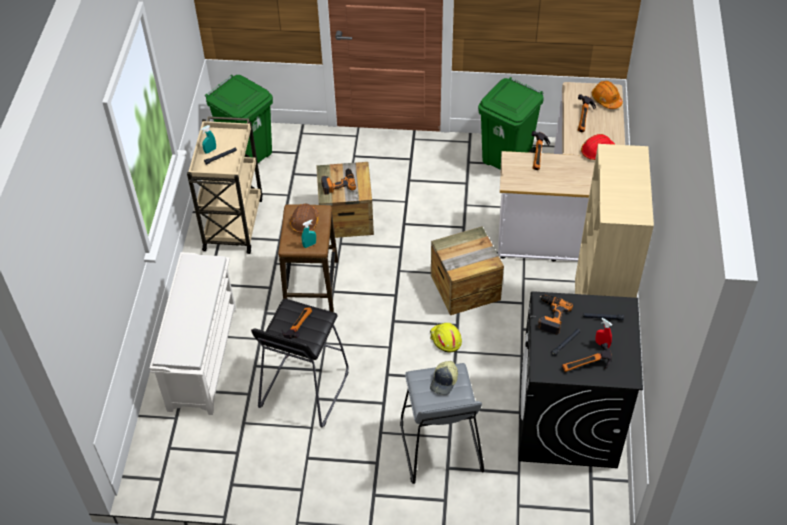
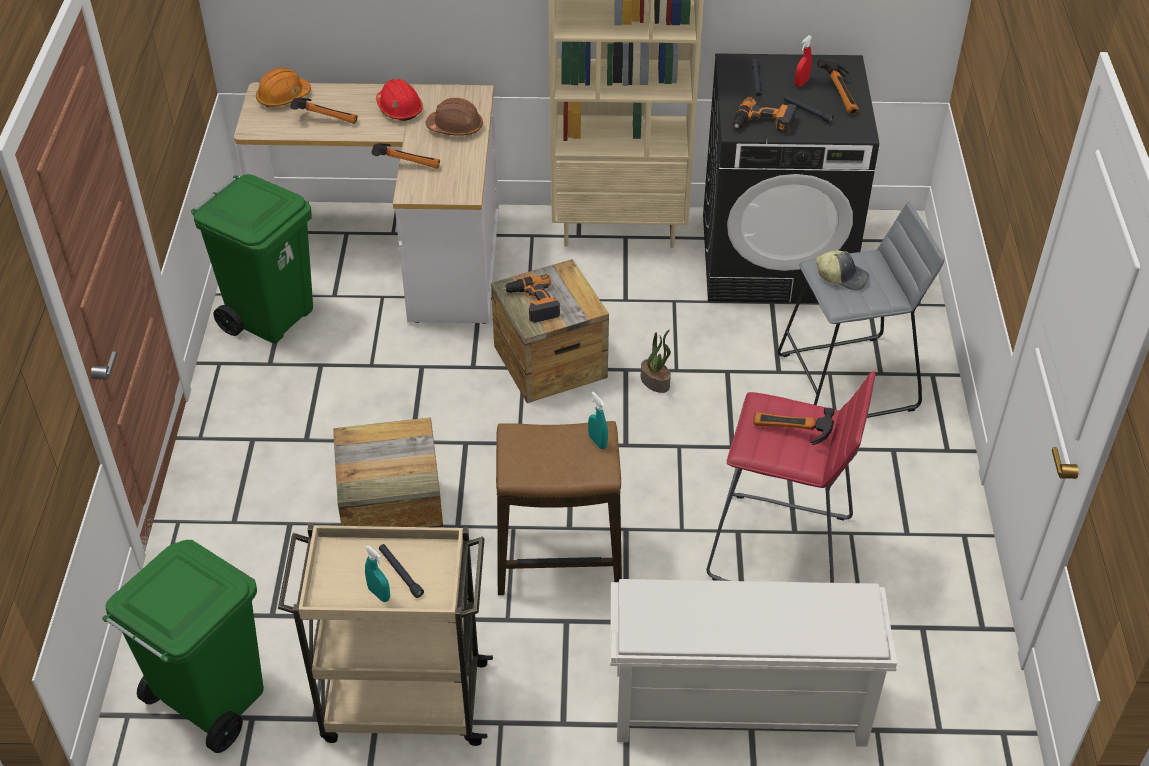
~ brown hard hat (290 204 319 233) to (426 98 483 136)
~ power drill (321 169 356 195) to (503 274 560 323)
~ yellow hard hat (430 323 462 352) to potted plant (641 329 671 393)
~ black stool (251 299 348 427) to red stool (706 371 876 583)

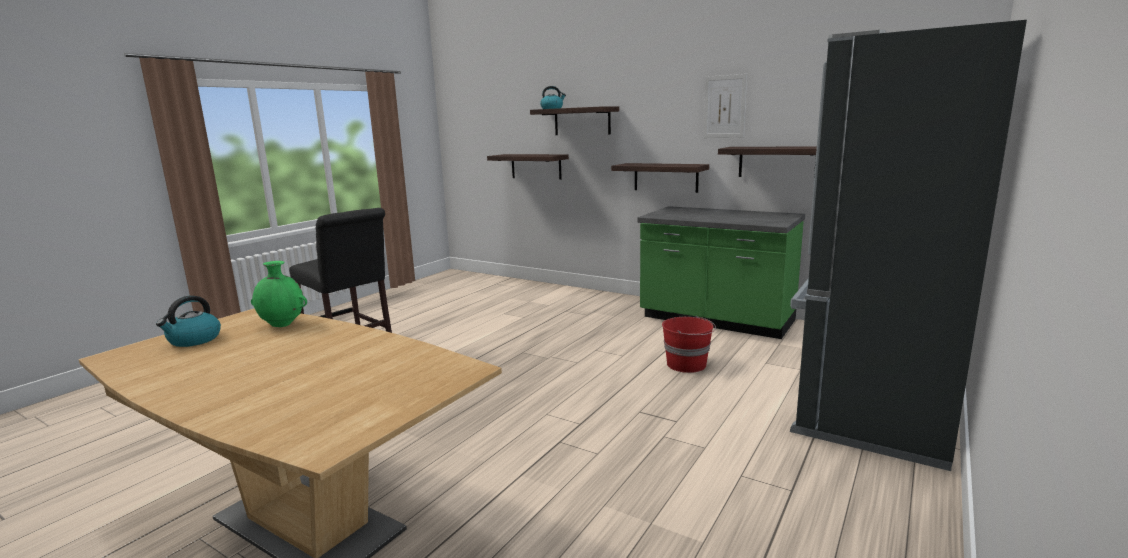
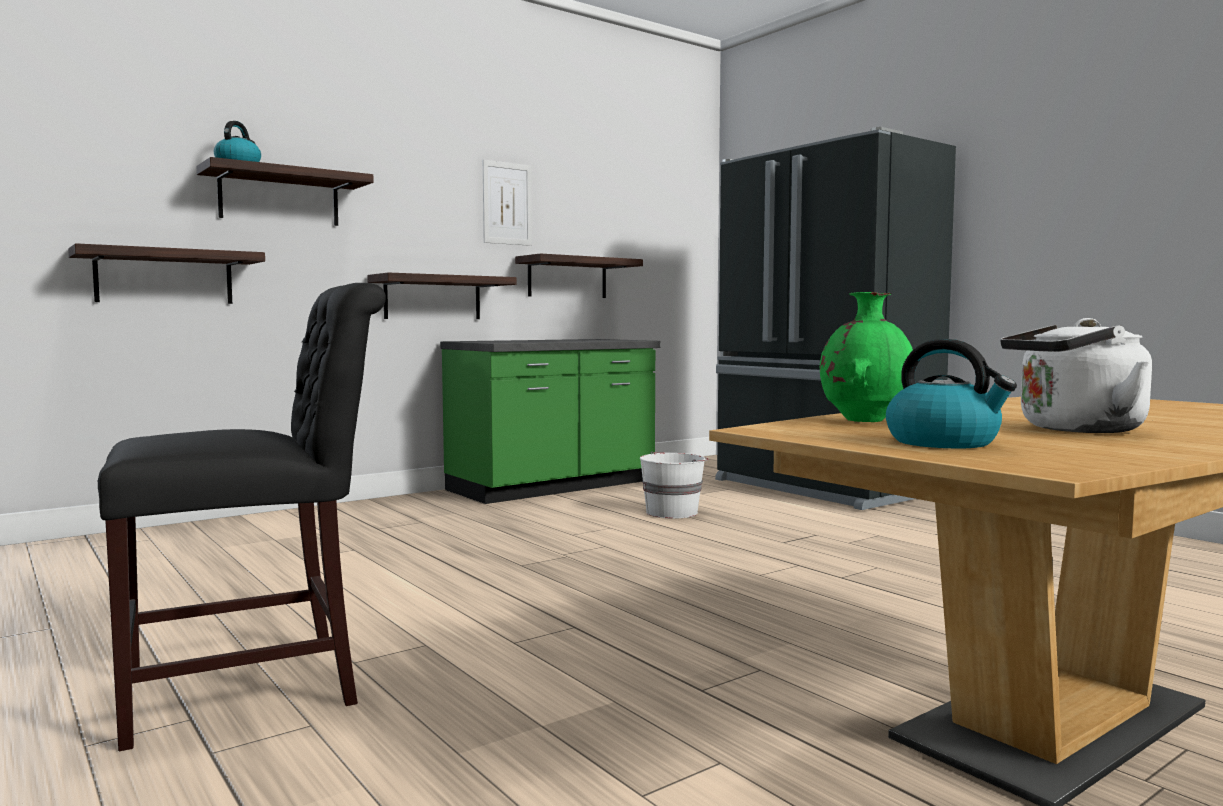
+ white kettle (1000 318 1152 433)
~ red bucket (662 316 716 373) to white bucket (640 452 709 519)

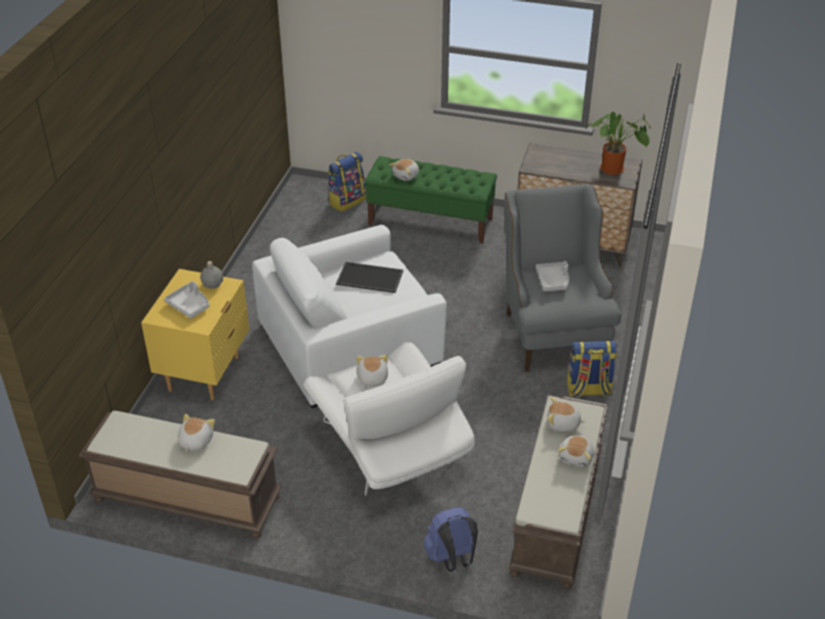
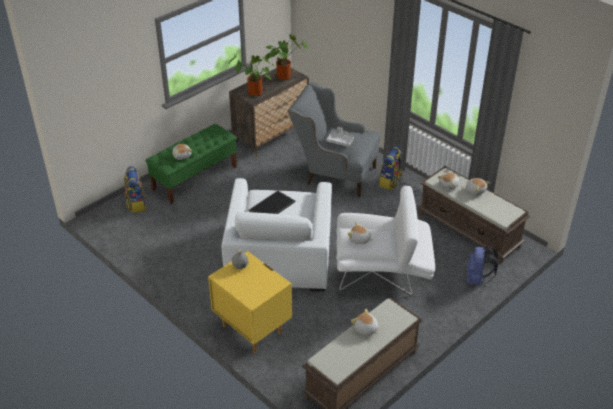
- grey tray (164 281 210 318)
+ potted plant (229 53 275 96)

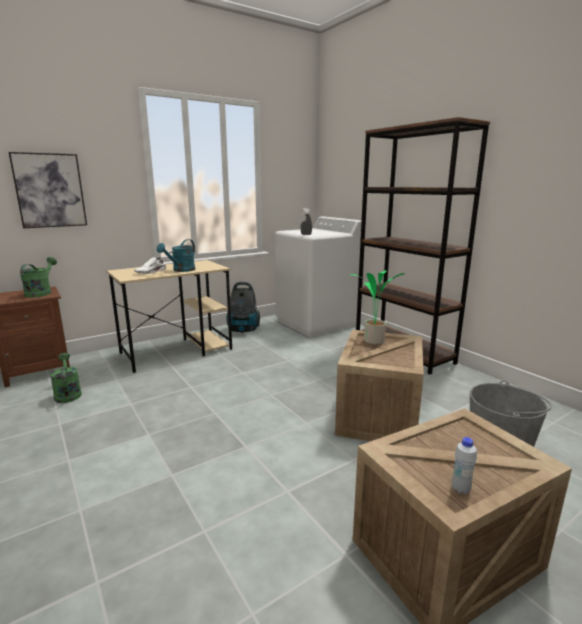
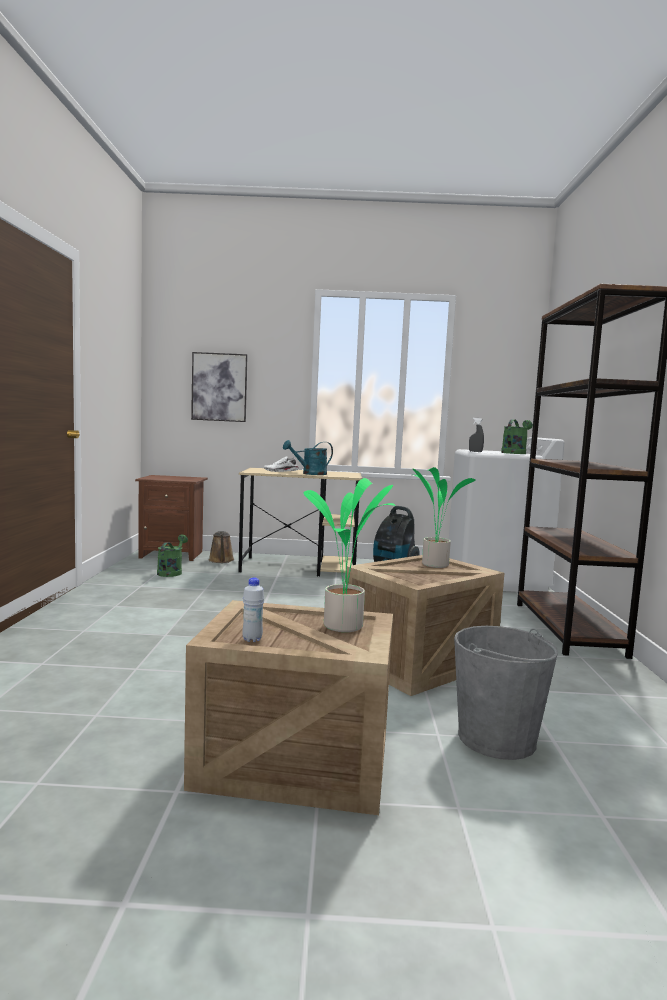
+ brown watering can (209 531 234 563)
+ potted plant (303 478 396 632)
~ green watering can (20 257 57 298) to (501 419 533 454)

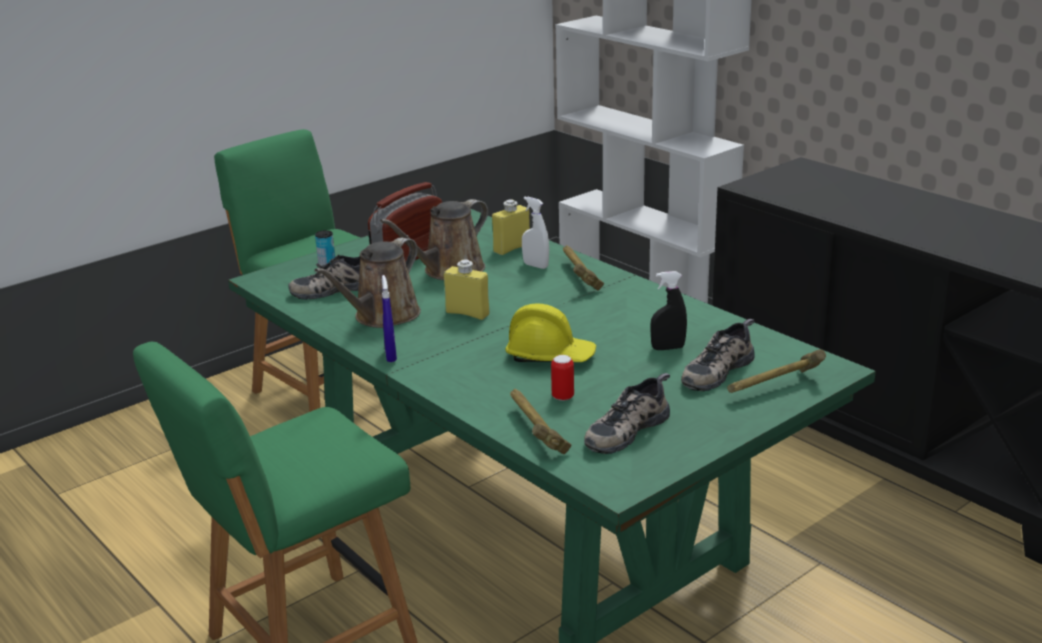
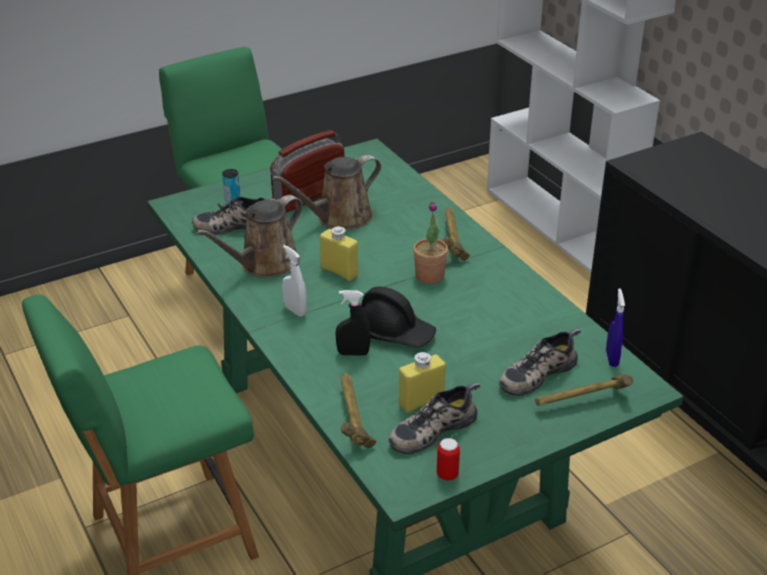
+ potted plant (413 201 448 284)
~ blue spray bottle (382 275 397 362) to (606 289 625 367)
~ yellow bottle (492 199 530 255) to (399 352 446 413)
~ white spray bottle (522 197 549 269) to (282 245 307 317)
~ can (551 355 574 401) to (437 438 460 481)
~ black spray bottle (650 271 687 350) to (335 290 370 356)
~ yellow hard hat (505 303 596 362) to black hard hat (361 287 437 348)

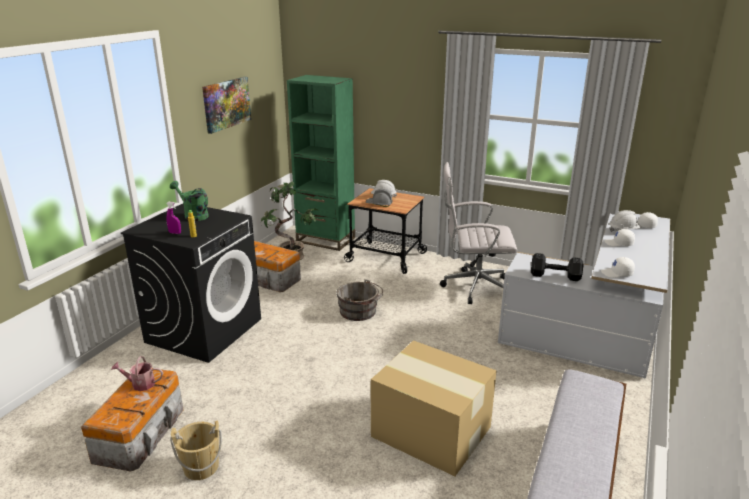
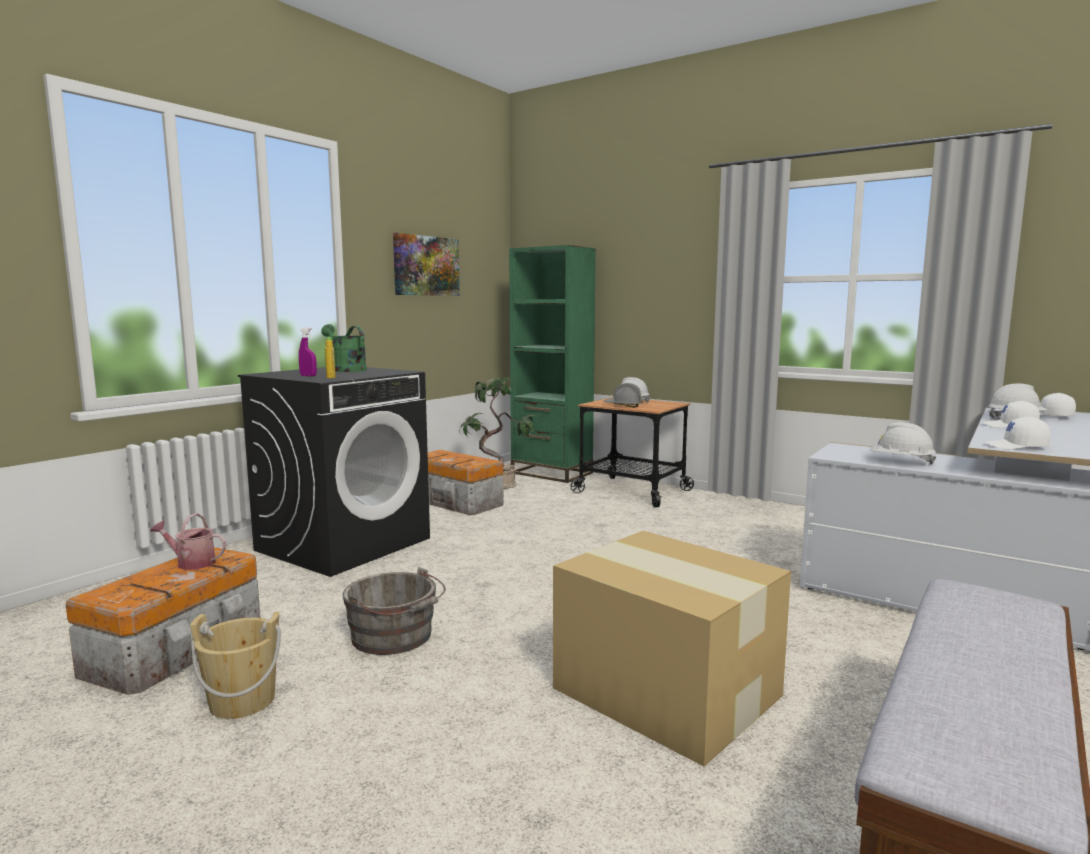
- white office chair (440 162 517 304)
~ grey bucket (337 279 383 321) to (343 567 446 655)
~ black dumbbell (531 253 583 281) to white hard hat (870 422 936 465)

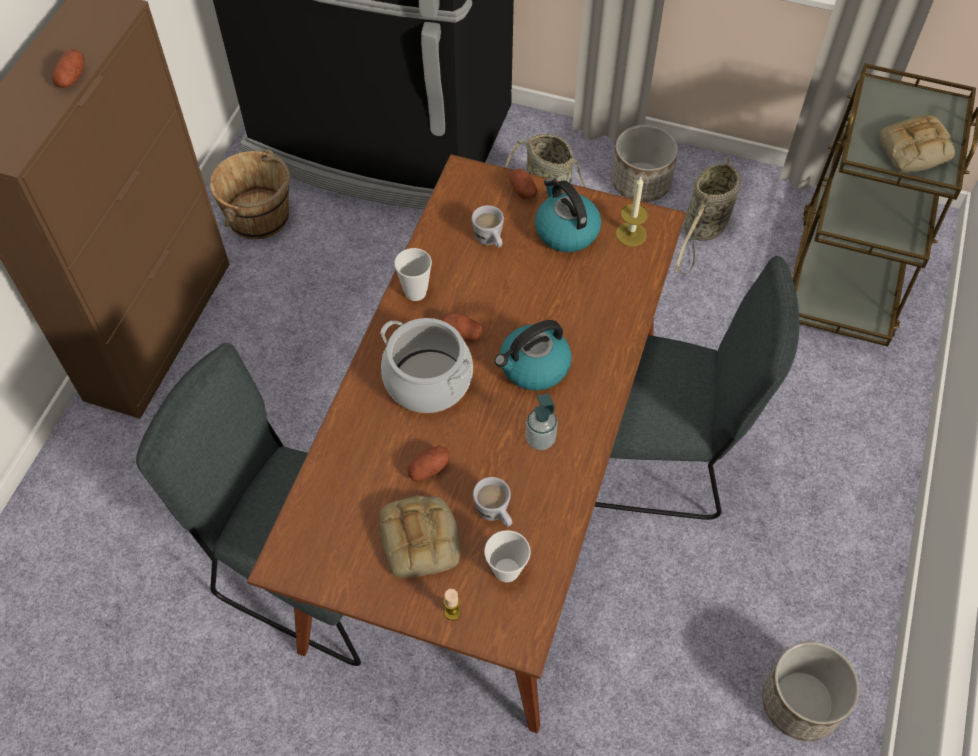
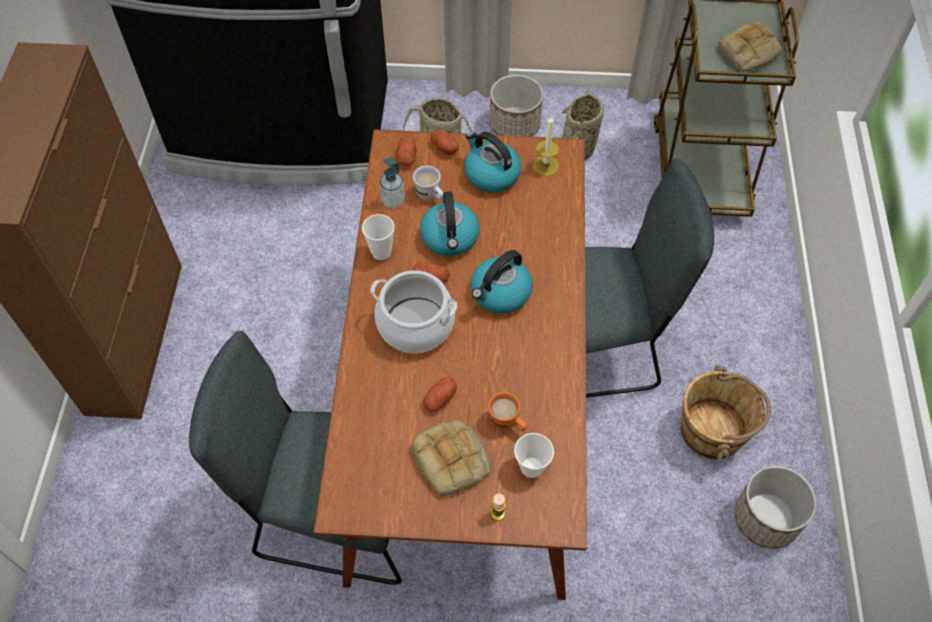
+ kettle (420 192 480 256)
~ potato (52 49 85 88) to (397 135 416 166)
~ brown bucket (210 149 291 239) to (681 365 771 462)
~ soap dispenser (525 394 558 450) to (380 157 405 208)
~ white mug (473 477 512 527) to orange mug (488 392 527 431)

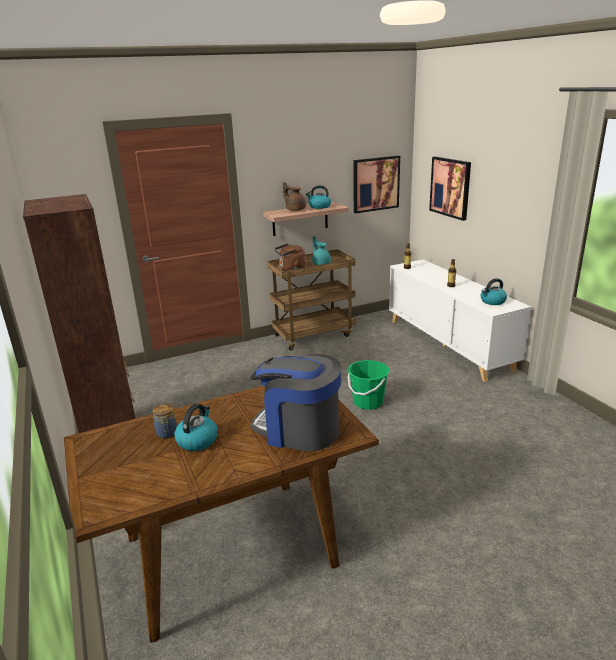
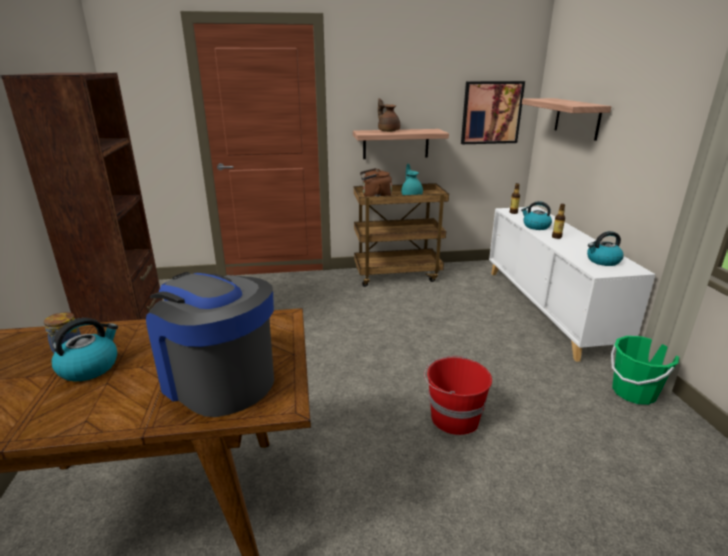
+ red bucket (424 356 492 435)
~ kettle (306 185 331 209) to (521 201 552 230)
~ green bucket (348 360 390 410) to (611 336 679 405)
~ picture (429 157 471 221) to shelf (522 98 612 141)

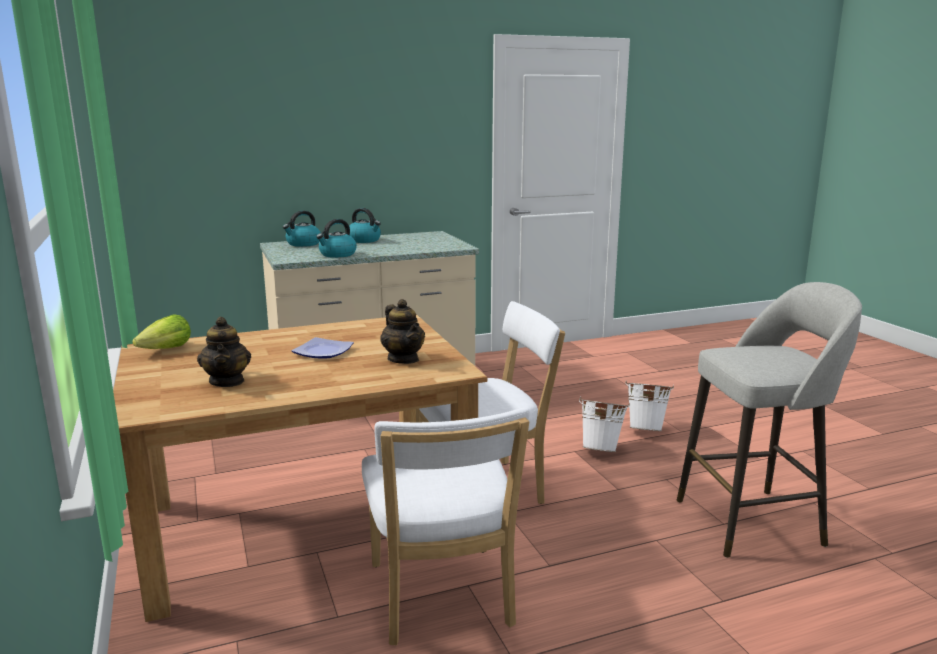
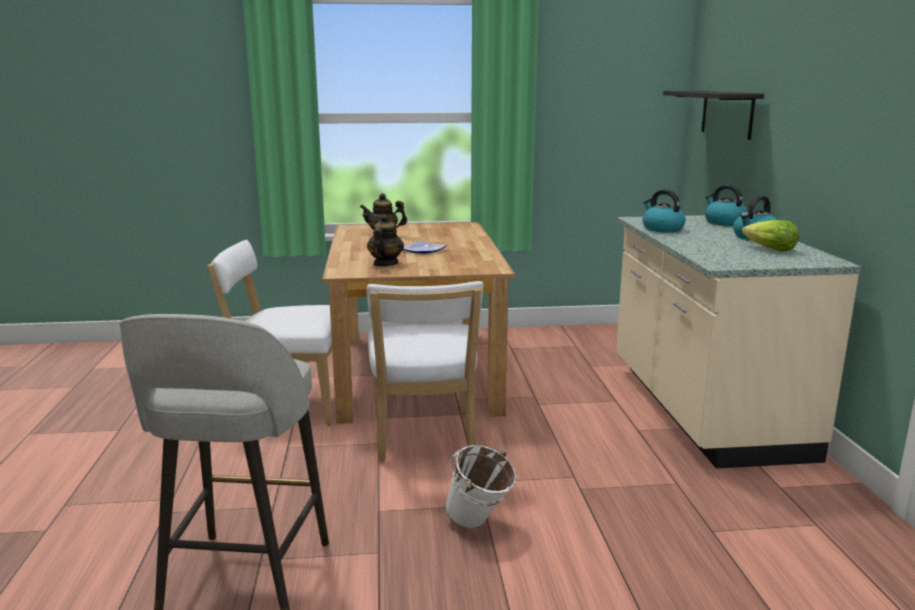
- white bucket (625 381 674 431)
+ black shelf (663 91 764 140)
~ lettuce (132 314 191 349) to (742 220 799 251)
~ teapot (380 299 425 364) = (367 214 404 266) 120 degrees clockwise

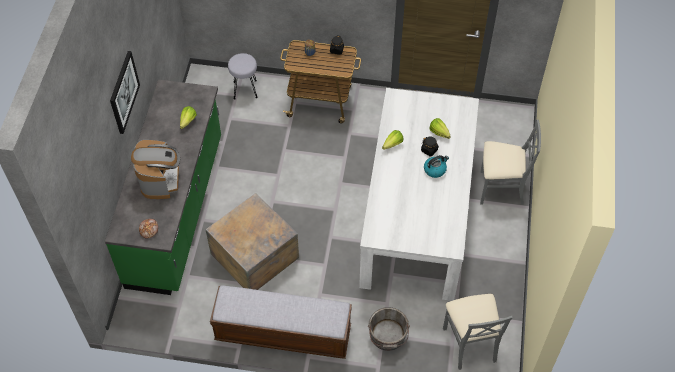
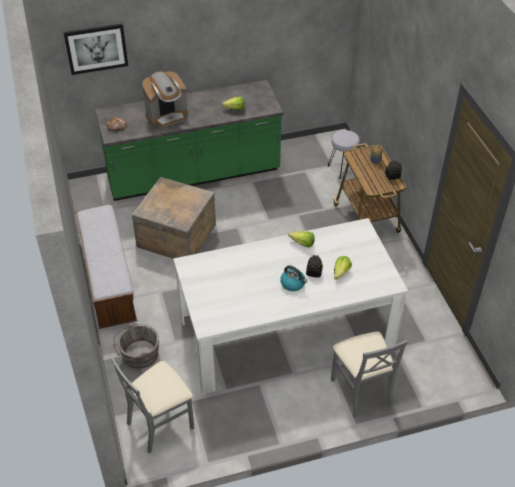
~ picture (110 51 140 134) to (63 24 128 75)

